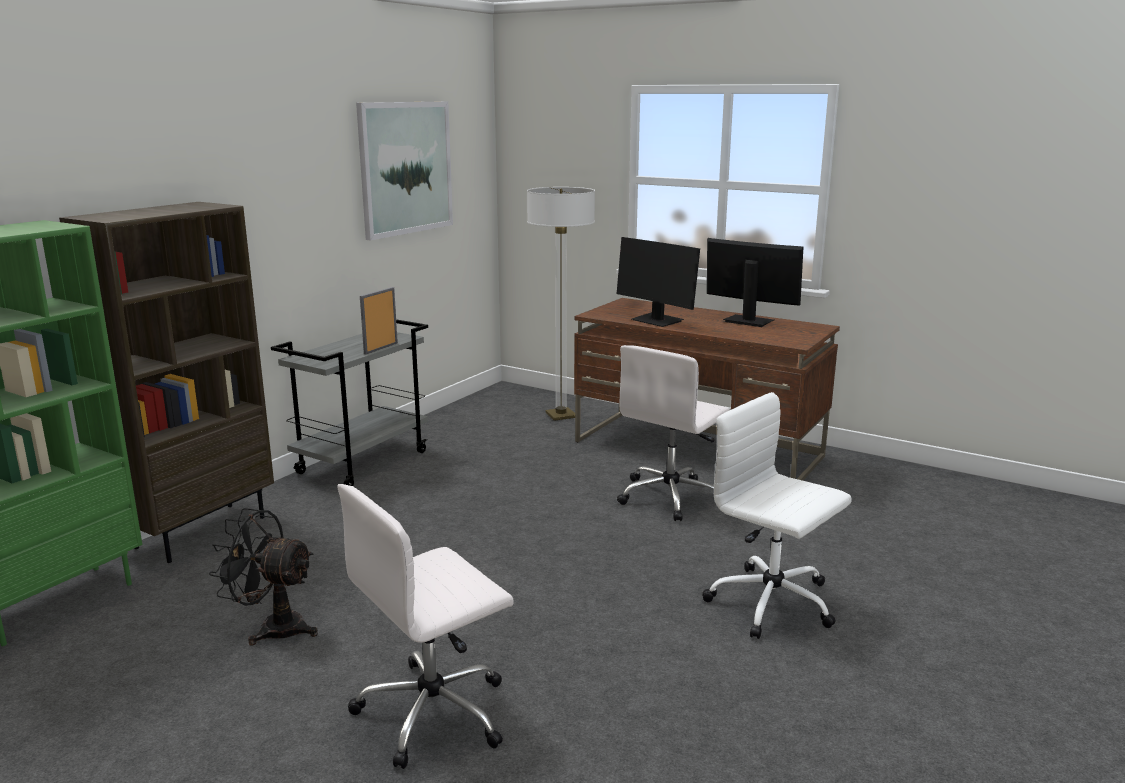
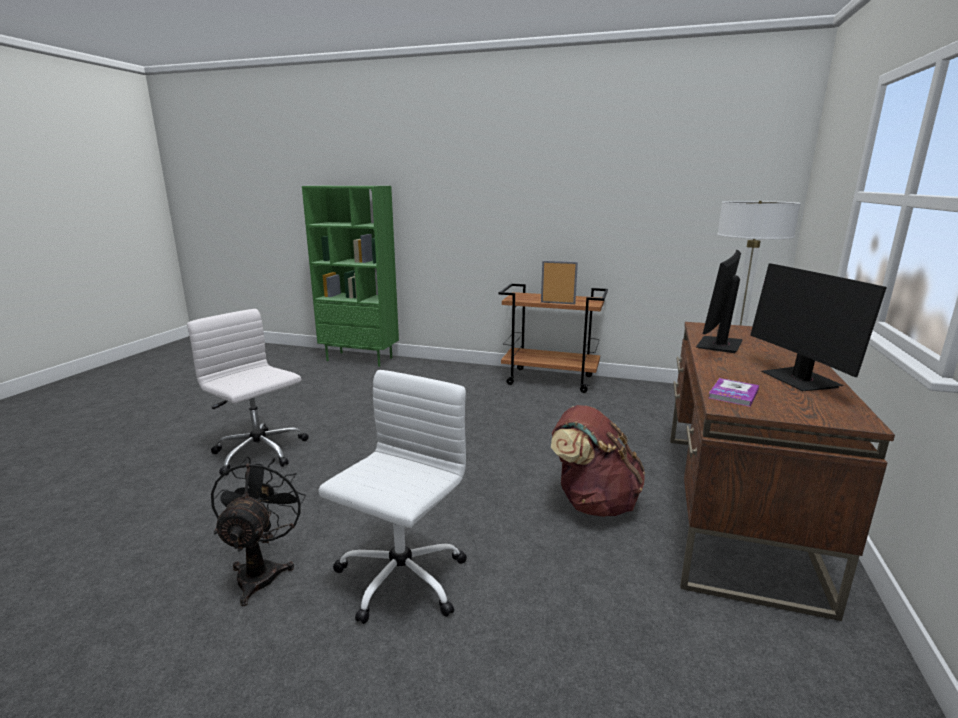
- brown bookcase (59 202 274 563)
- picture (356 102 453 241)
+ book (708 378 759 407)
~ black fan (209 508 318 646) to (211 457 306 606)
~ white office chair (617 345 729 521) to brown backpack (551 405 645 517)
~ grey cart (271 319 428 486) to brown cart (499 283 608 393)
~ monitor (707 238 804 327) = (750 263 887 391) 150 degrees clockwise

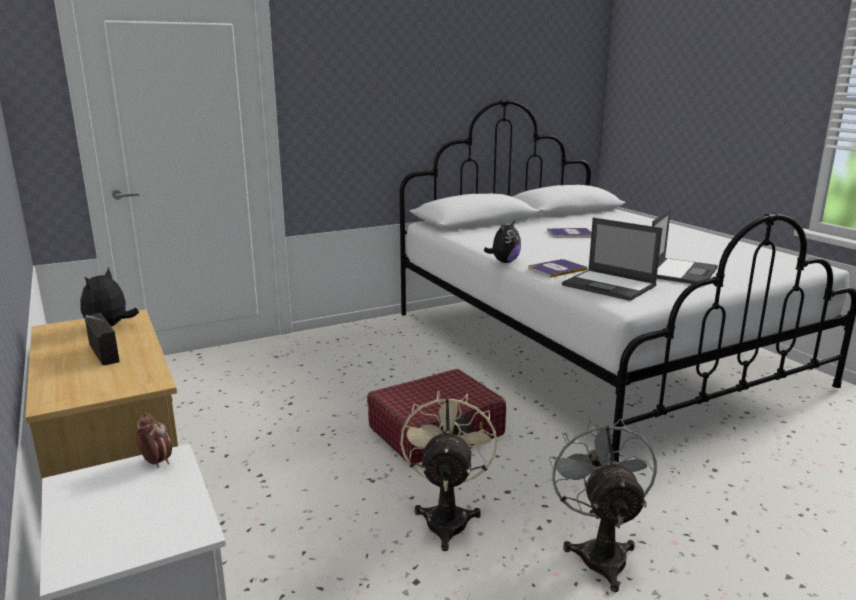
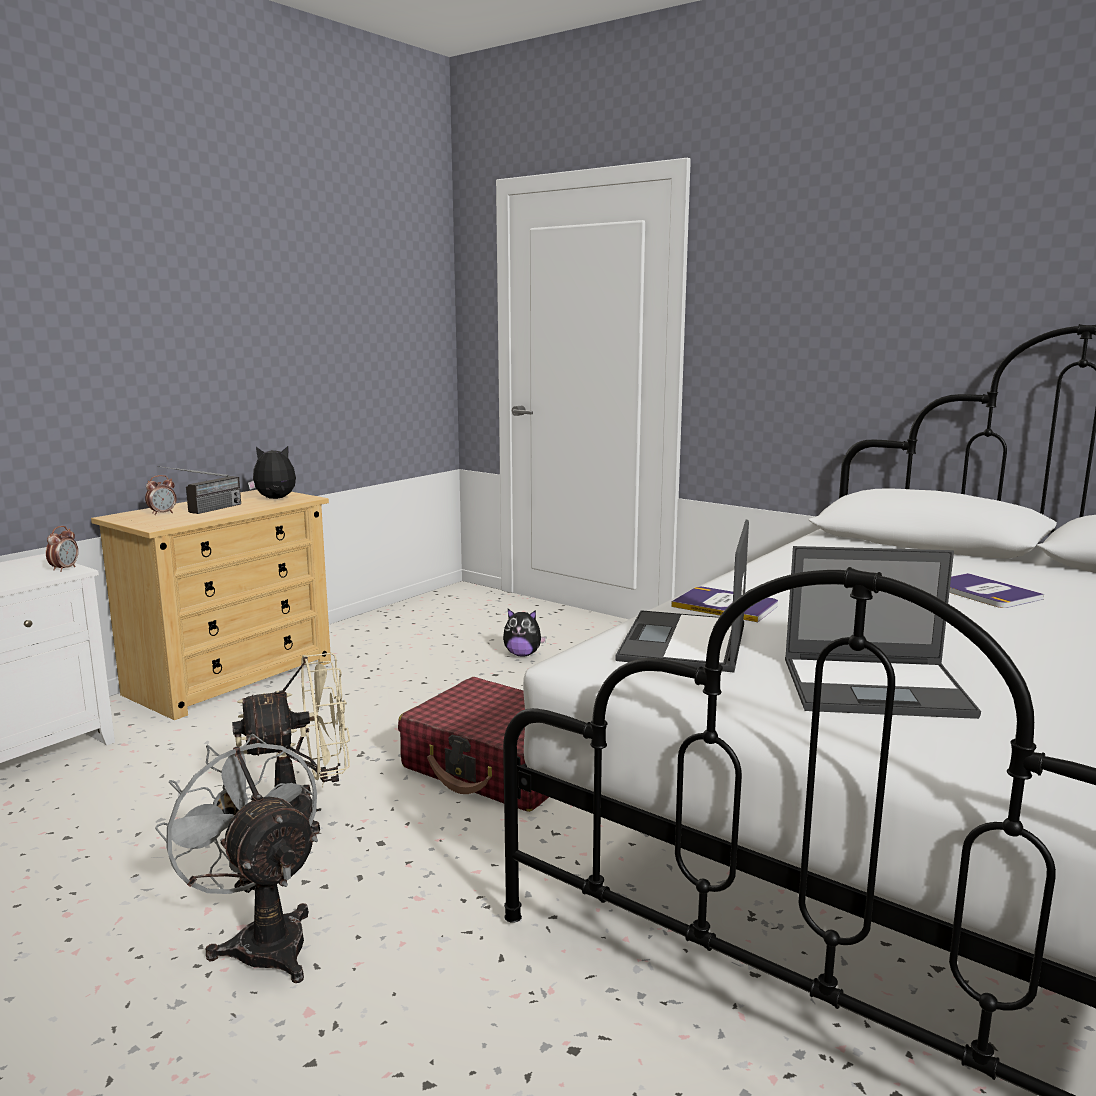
+ alarm clock (145 475 177 515)
~ plush toy (484 220 521 263) to (503 609 547 657)
~ grey fan (549 417 657 592) = (155 733 318 983) 105 degrees counterclockwise

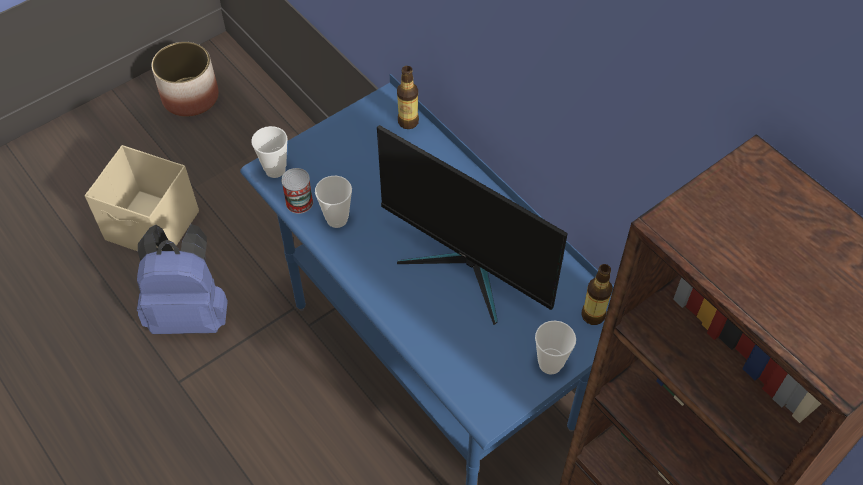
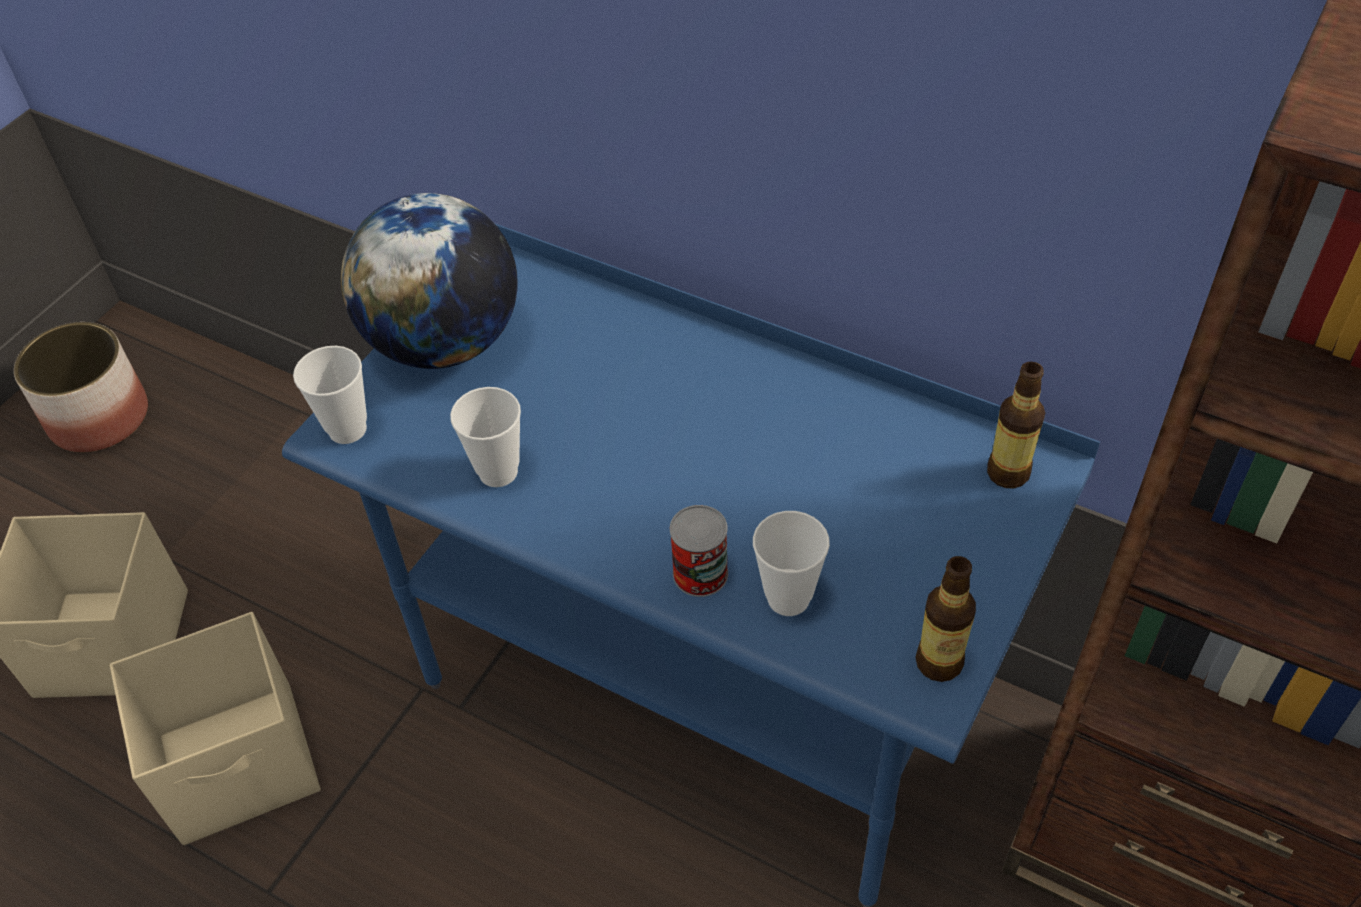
- monitor (377 125 568 325)
+ globe (341 193 518 369)
~ can (281 168 313 214) to (670 505 728 597)
~ bottle (397 66 419 129) to (916 556 976 682)
~ cup (535 321 576 374) to (753 511 830 616)
~ blue backpack (137 224 228 334) to beige storage box (109 612 321 845)

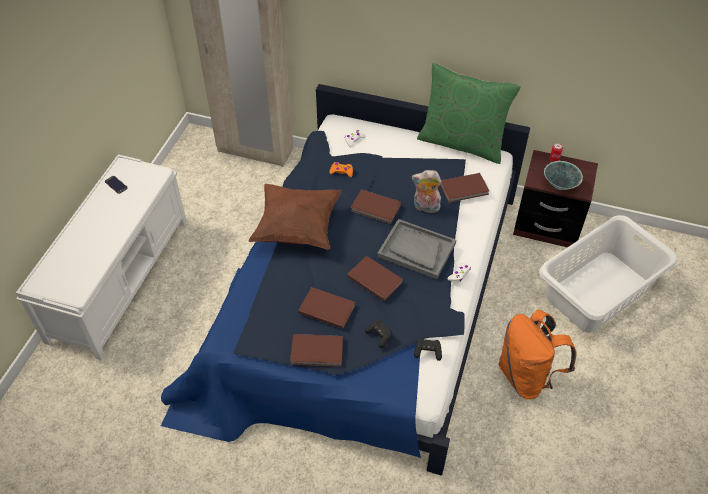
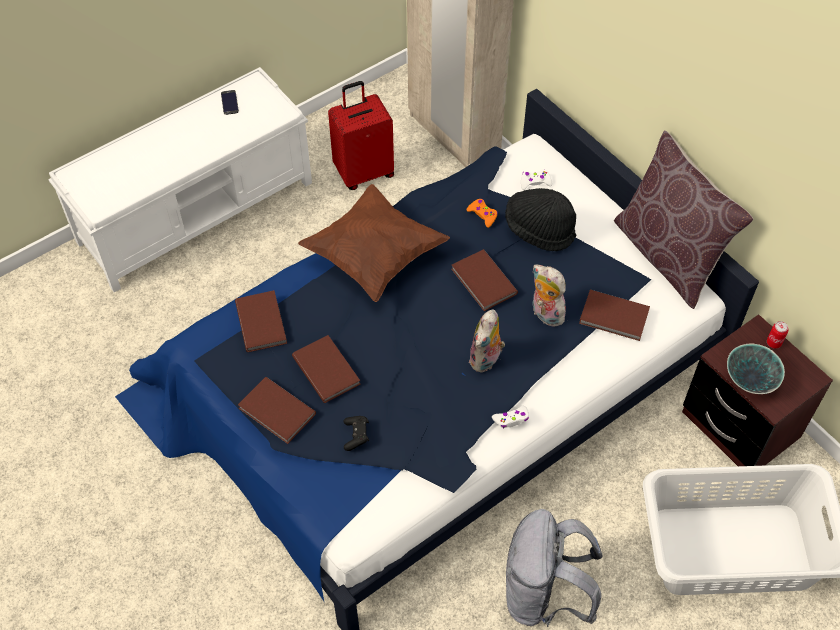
- black game controller (414 338 442 361)
+ red suitcase (328 81 394 190)
+ black hat (505 188 576 251)
~ brown book (347 256 403 301) to (235 290 287 352)
~ grey tray (377 219 456 279) to plush toy (469 309 505 373)
~ green pillow (417 63 521 164) to brown pillow (614 130 753 309)
~ orange backpack (499 310 577 400) to grey backpack (506 509 603 627)

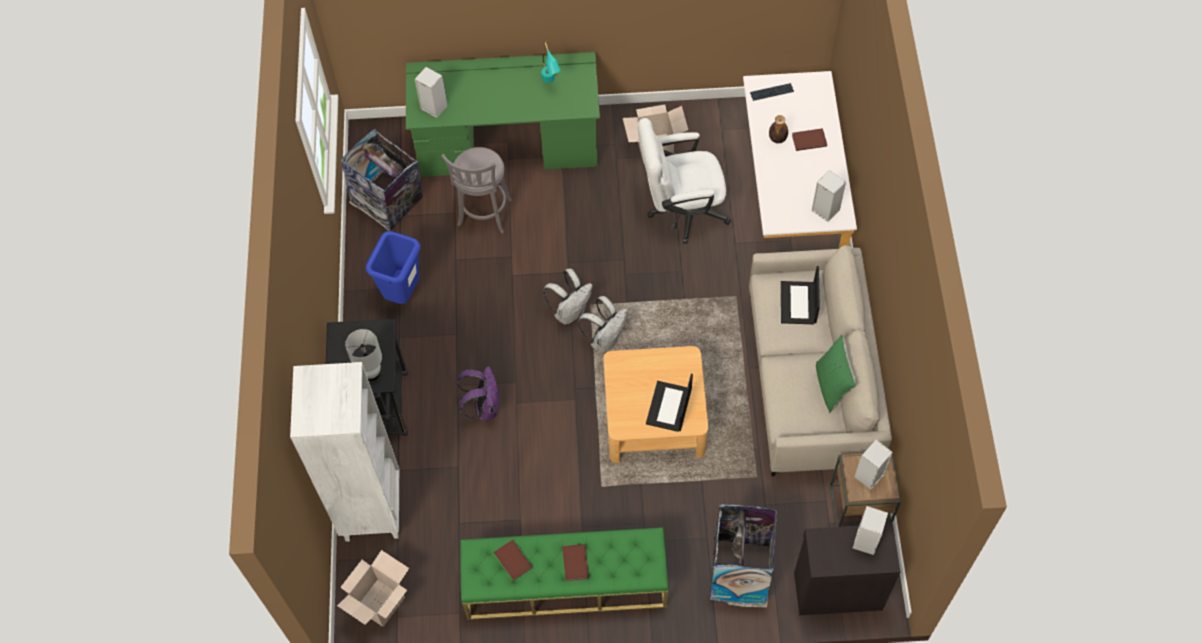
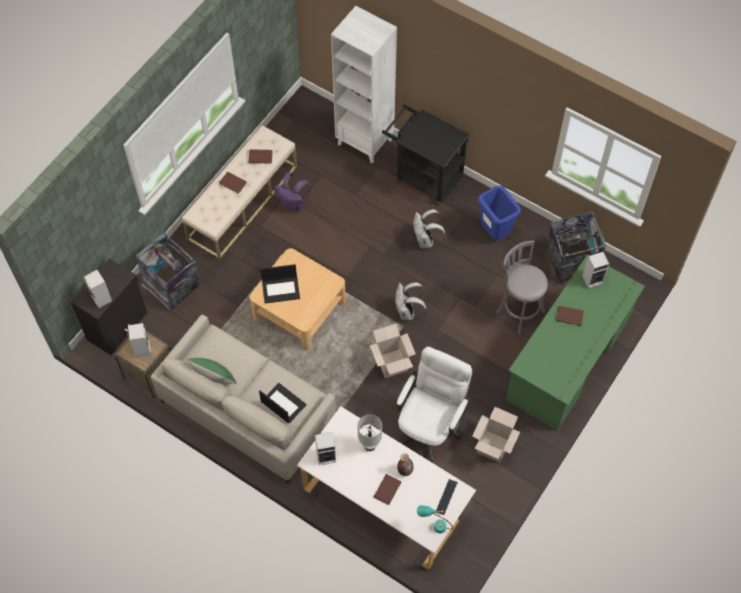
+ brown book (556 306 584 326)
~ cardboard box (337 550 409 627) to (370 324 416 378)
~ white table lamp (345 329 382 381) to (357 414 382 451)
~ purple backpack (456 366 500 421) to (275 172 310 213)
~ turquoise table lamp (541 42 561 83) to (417 505 453 533)
~ white backpack (578 296 627 353) to (413 209 446 248)
~ green bench (460 527 668 620) to beige bench (182 125 297 259)
~ laptop (646 374 693 432) = (261 264 300 303) 120 degrees clockwise

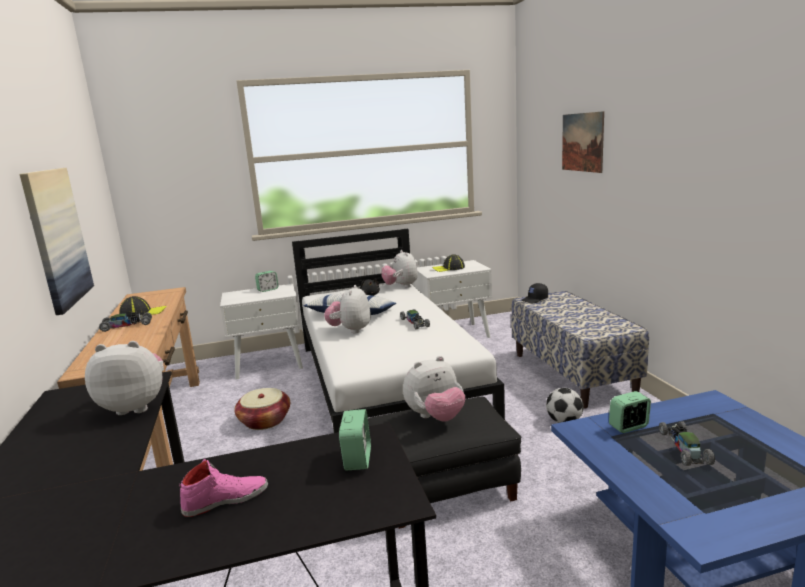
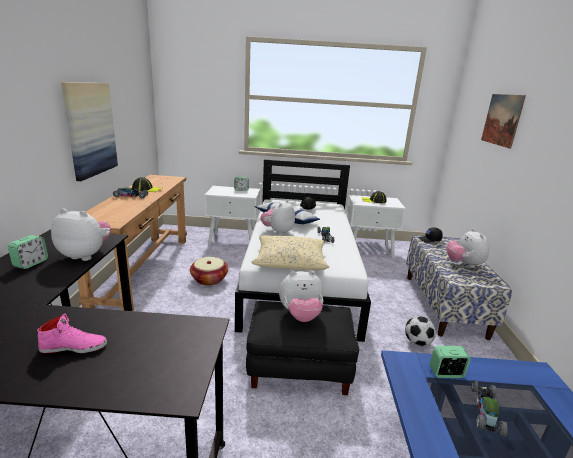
+ beige pillow (251 235 329 270)
~ alarm clock (339 409 371 470) to (8 235 48 269)
~ plush toy (381 250 418 288) to (446 229 489 268)

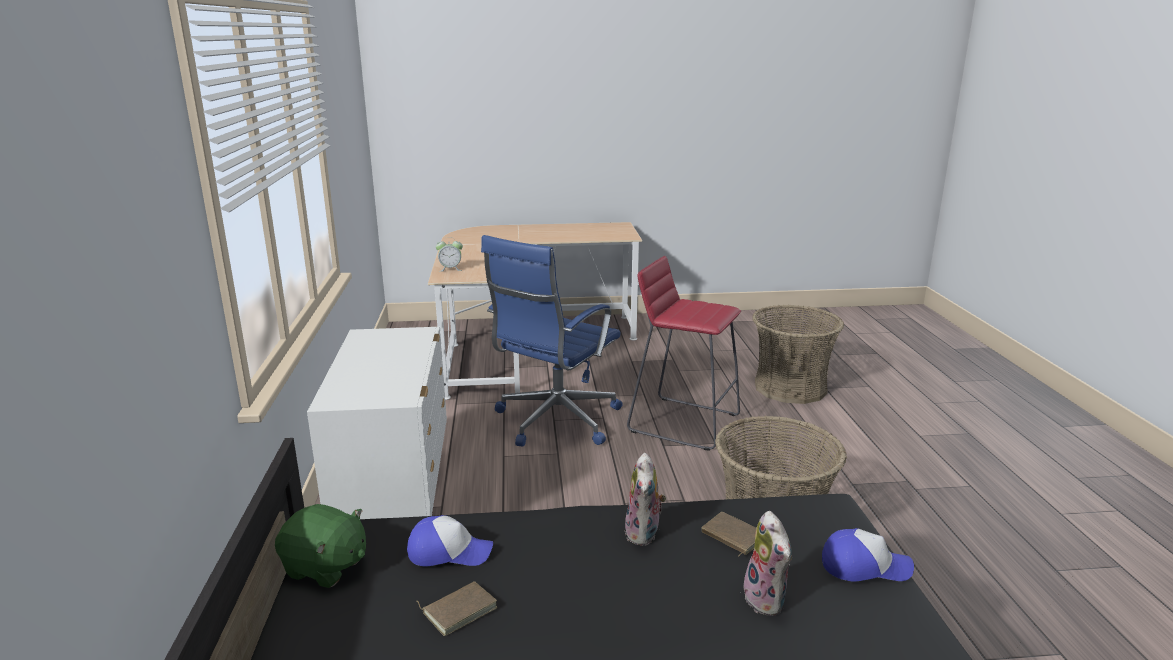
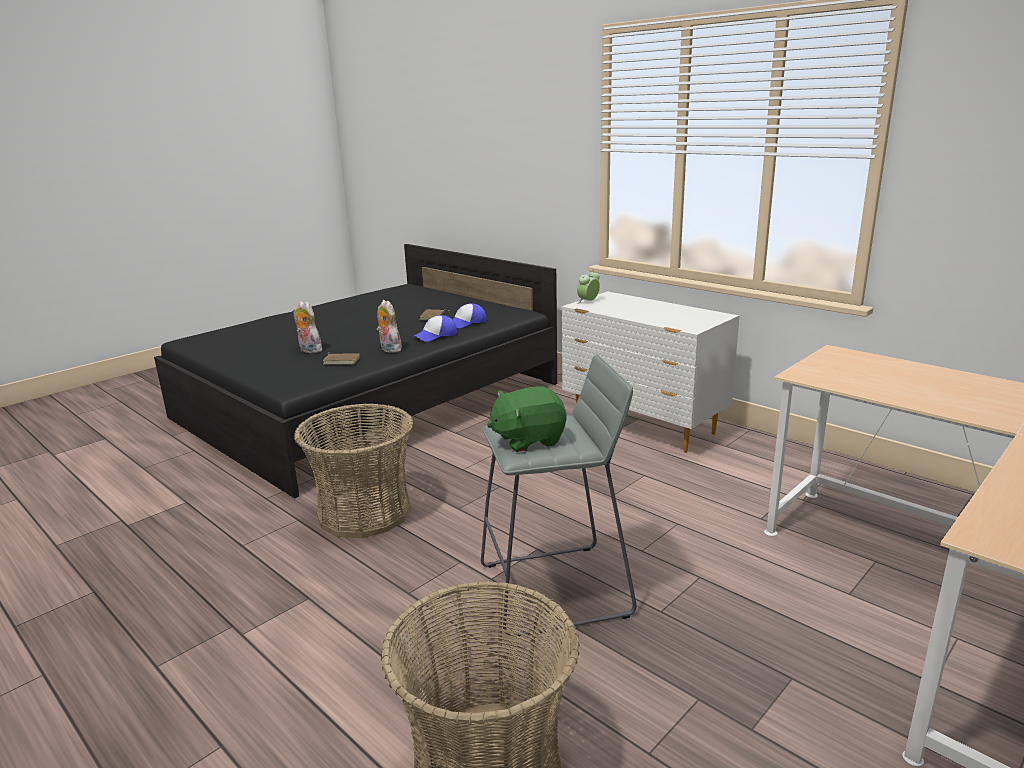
- blue office chair (481 235 623 447)
~ green plush toy (275 504 366 588) to (487 386 566 452)
~ alarm clock (436 237 463 272) to (577 269 600 304)
~ cap (822 528 914 581) to (413 315 457 342)
~ red stool (627 256 741 451) to grey stool (481 354 637 636)

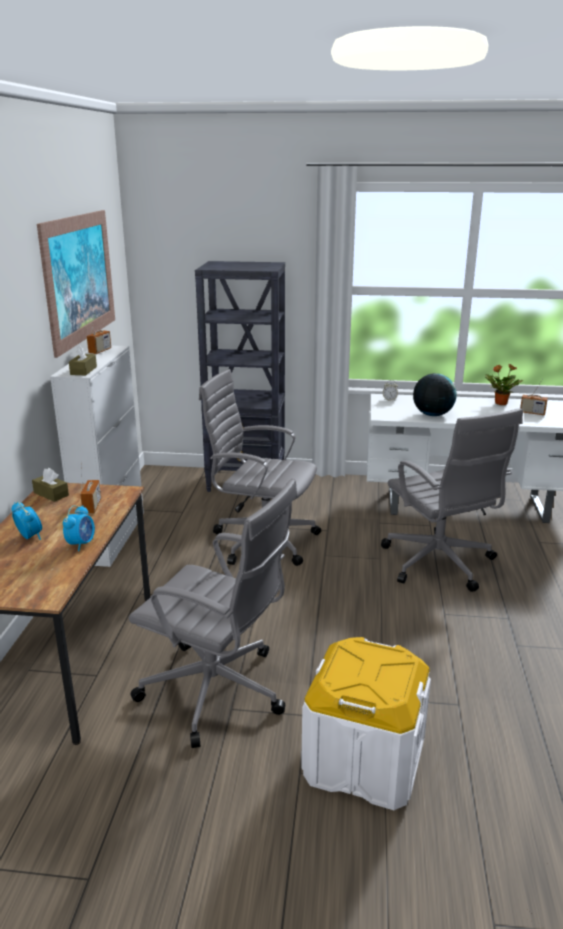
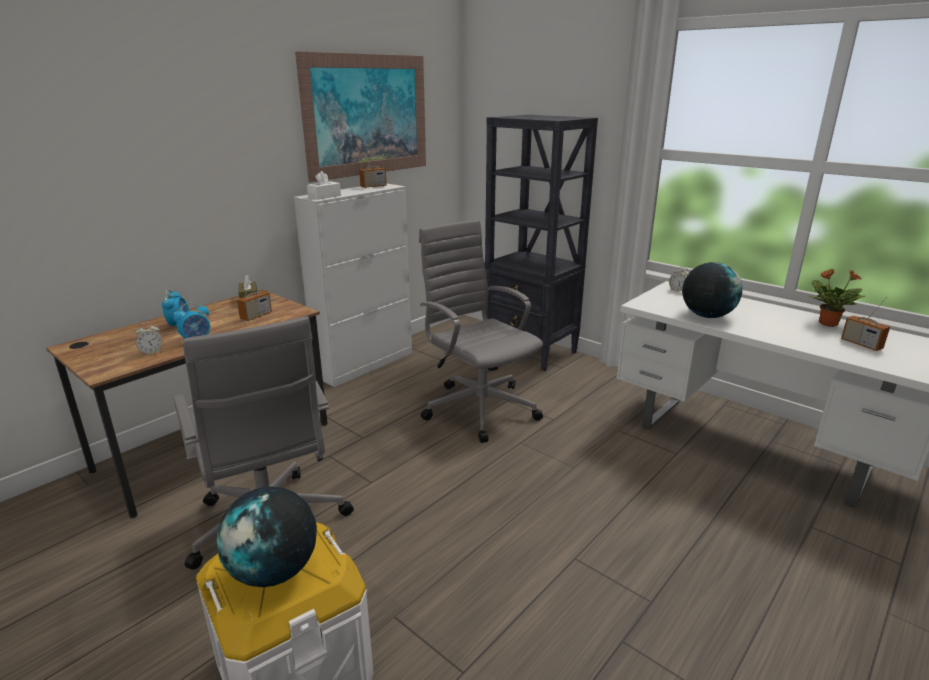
- grey office chair (381 408 523 592)
+ alarm clock (135 322 162 356)
+ globe (216 486 317 587)
~ brown tissue box (69 345 97 375) to white tissue box (307 171 341 200)

